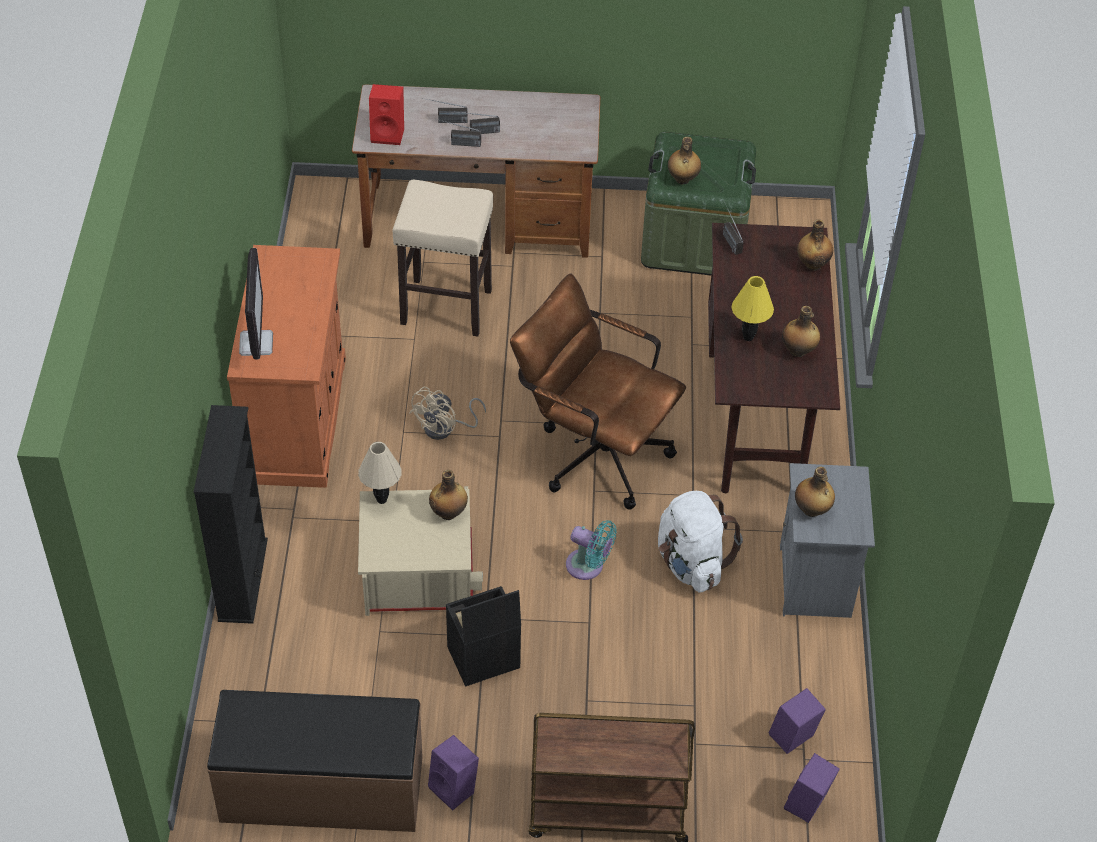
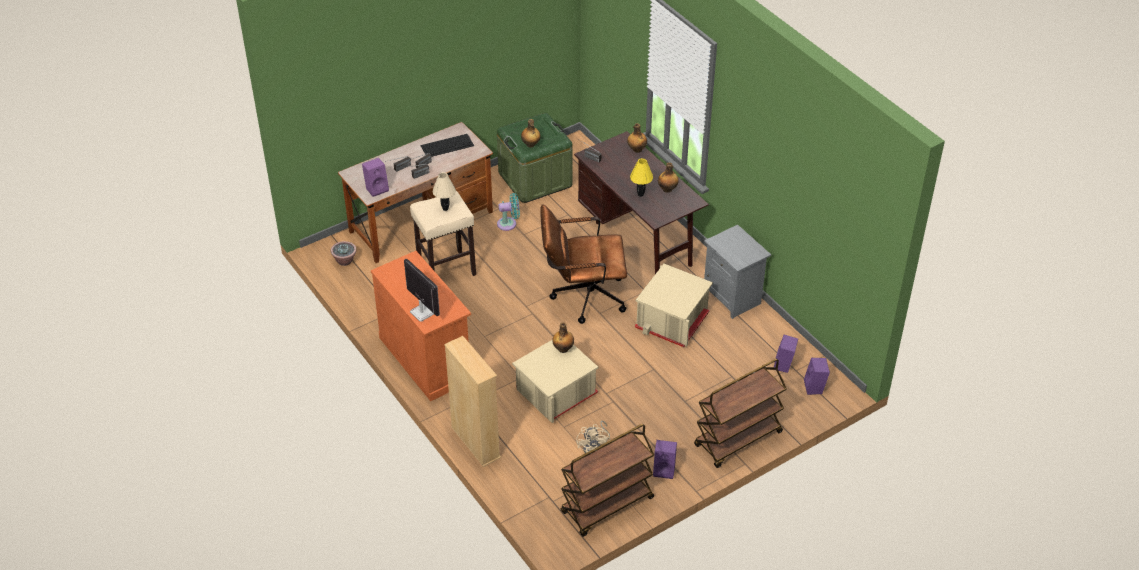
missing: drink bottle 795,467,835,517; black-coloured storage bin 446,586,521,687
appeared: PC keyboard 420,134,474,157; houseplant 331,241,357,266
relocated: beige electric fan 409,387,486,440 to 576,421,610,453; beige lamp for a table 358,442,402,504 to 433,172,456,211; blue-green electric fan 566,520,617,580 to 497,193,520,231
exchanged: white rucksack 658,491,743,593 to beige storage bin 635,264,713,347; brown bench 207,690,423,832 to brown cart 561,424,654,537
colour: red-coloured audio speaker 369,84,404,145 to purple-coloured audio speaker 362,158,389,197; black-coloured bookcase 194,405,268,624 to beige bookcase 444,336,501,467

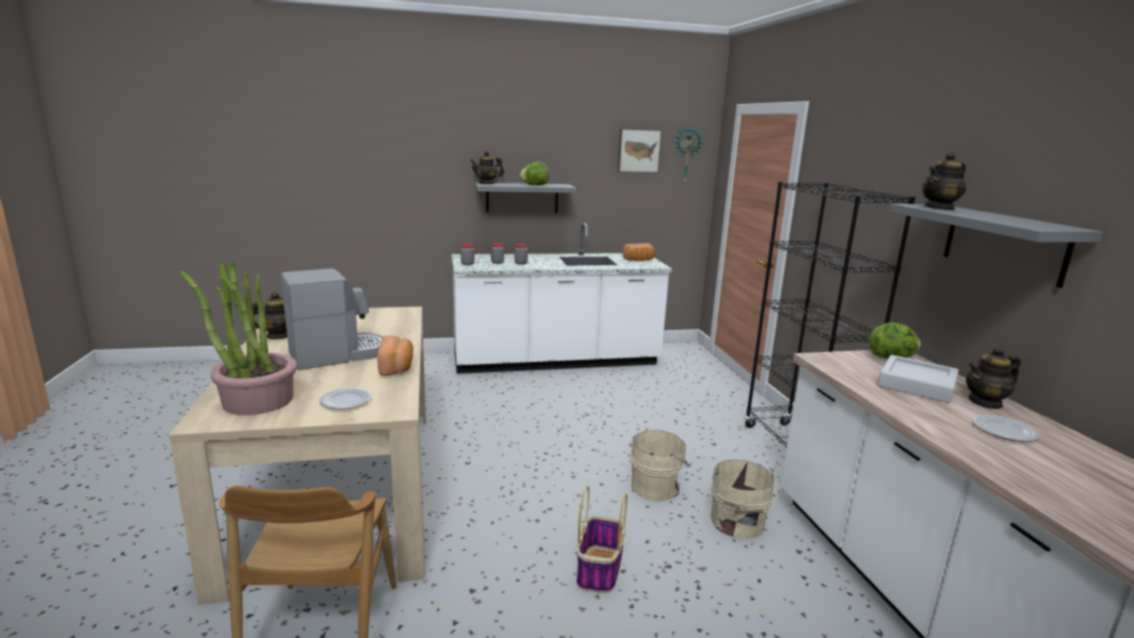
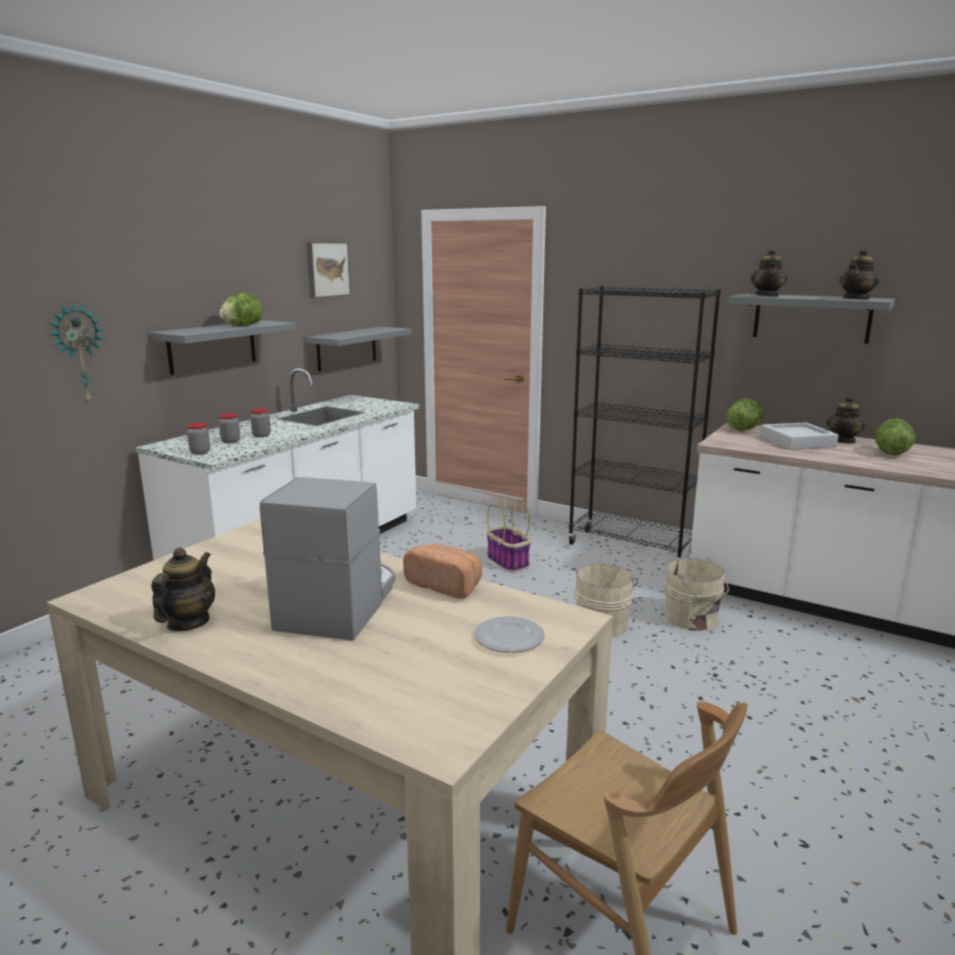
missing: bakery bread 623,243,655,261; houseplant 180,260,297,415
appeared: greyish bracket shelf 306,327,412,371
relocated: hanging clock 674,125,703,185 to 48,303,104,405; pot for tea 470,151,504,184 to 840,248,879,300; storage basket 577,486,627,593 to 486,498,531,572
exchanged: dinner plate 973,415,1039,442 to head of lettuce 875,418,915,455

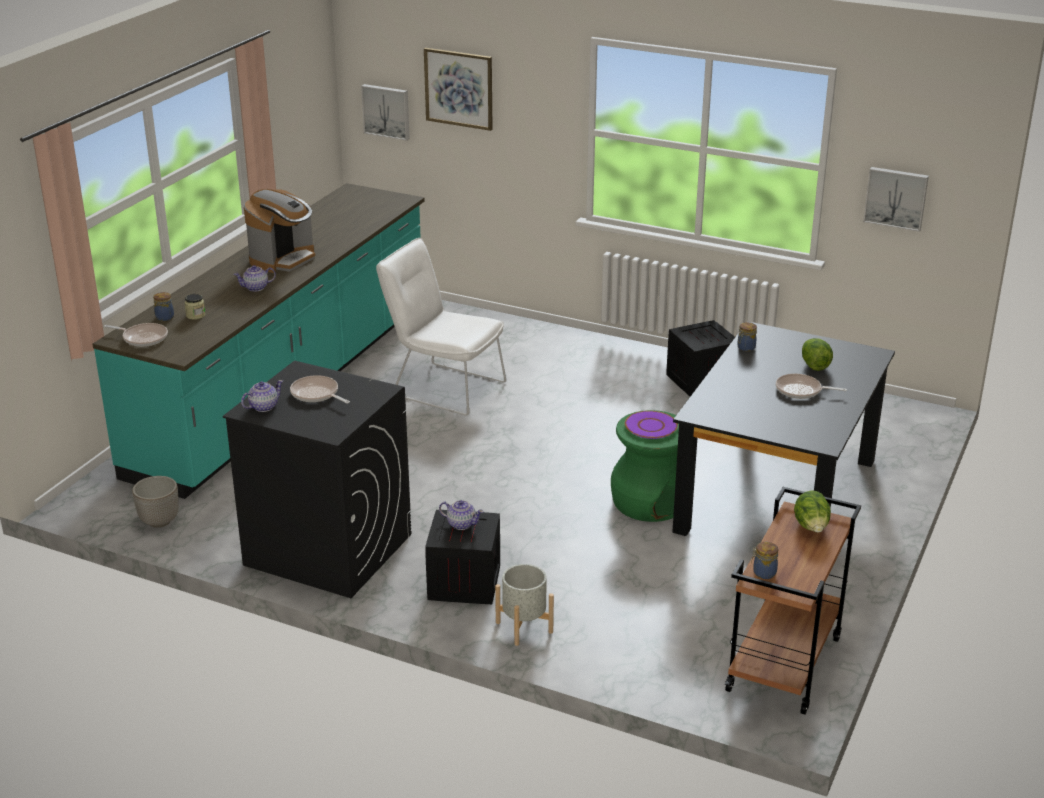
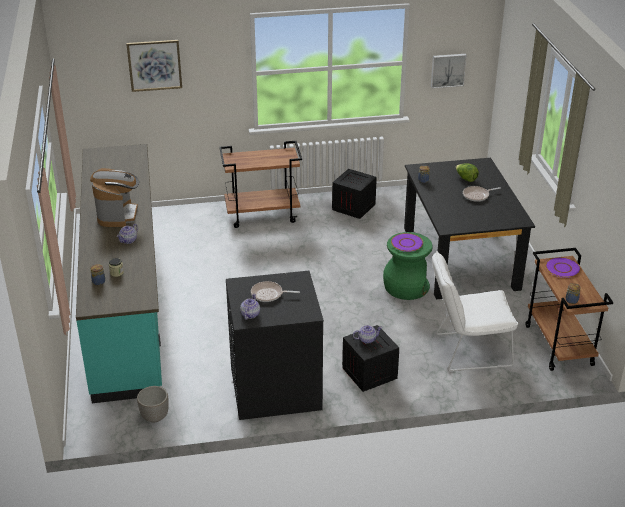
missing: wall art 361,84,410,141; skillet 104,323,168,347; greyish planter 495,564,554,646
appeared: brown cart 219,141,302,228
relocated: white chair 376,238,506,416 to 432,251,518,371
exchanged: head of lettuce 794,490,831,533 to purple-coloured dinner plate 545,257,581,278

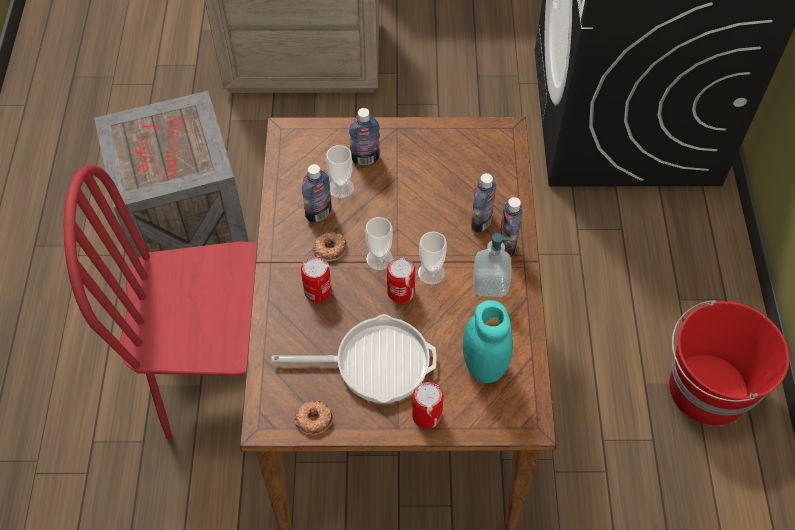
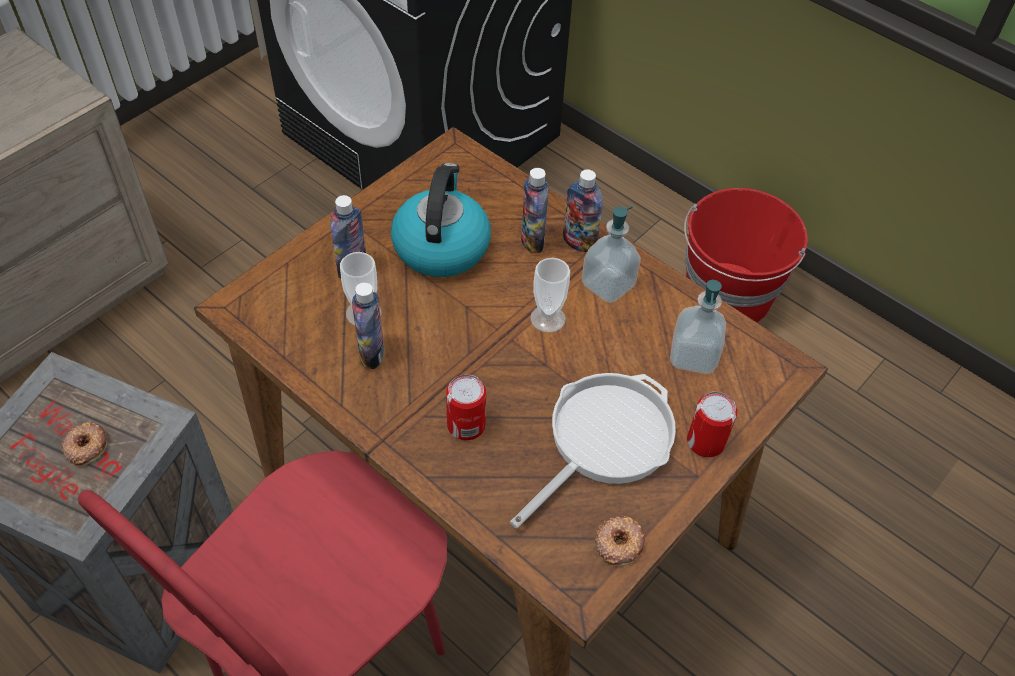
missing: small cup 366,217,393,270; can 387,257,415,303
appeared: kettle 391,163,491,277
relocated: ring doughnut 313,232,347,262 to 62,422,107,466
exchanged: blue-green storage jar 463,300,513,383 to soap bottle 670,280,726,374

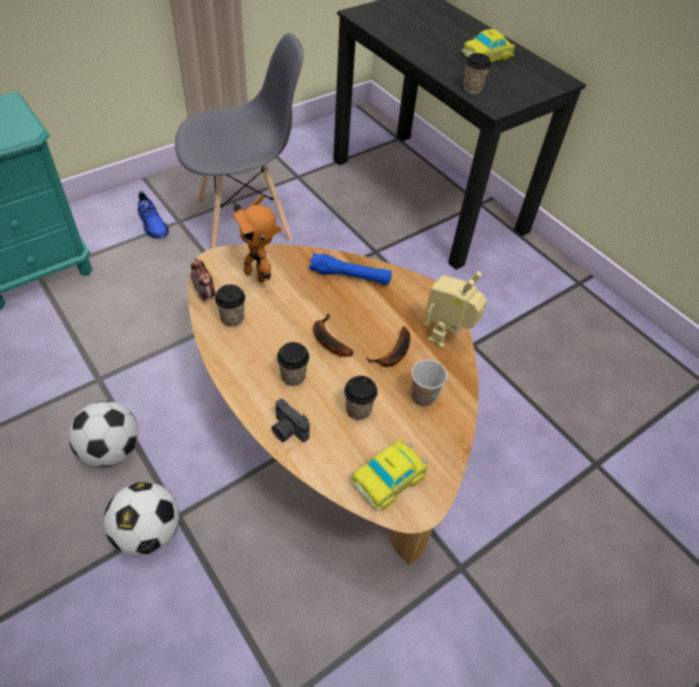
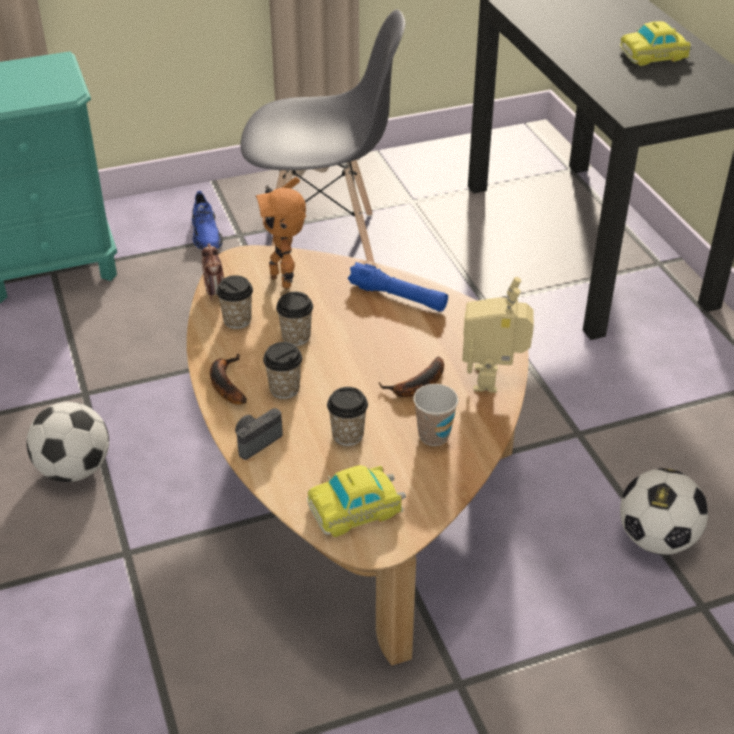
relocated: small cup 464,53,491,94 to 276,292,313,346; whole banana 313,314,354,357 to 210,354,247,405; football ball 104,482,179,556 to 620,468,708,555
spun: toy robot 425,271,487,348 = 462,277,534,393 45 degrees counterclockwise; still camera 272,399,310,442 = 235,408,283,460 75 degrees clockwise

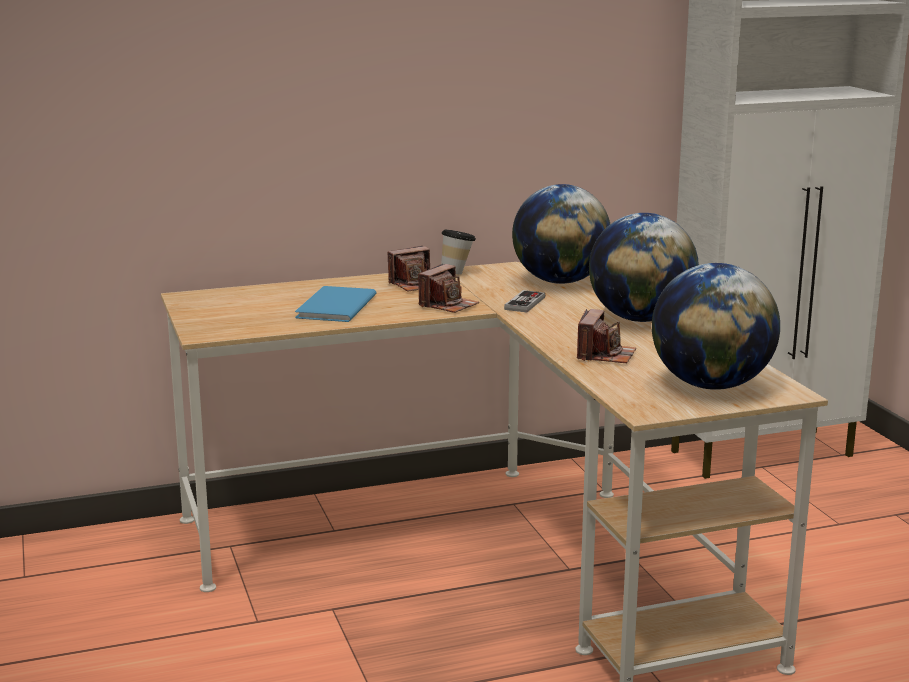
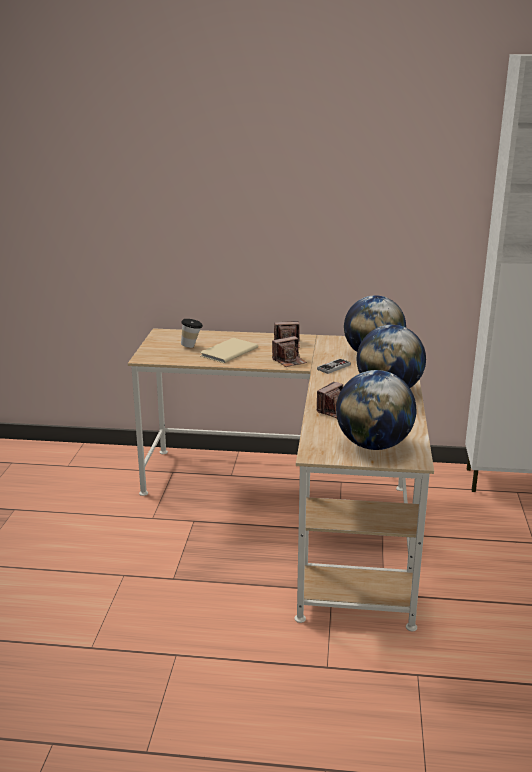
relocated: small cup 441,230,476,275 to 181,319,203,348
colour: blue volume 295,286,377,322 to beige volume 200,338,259,363

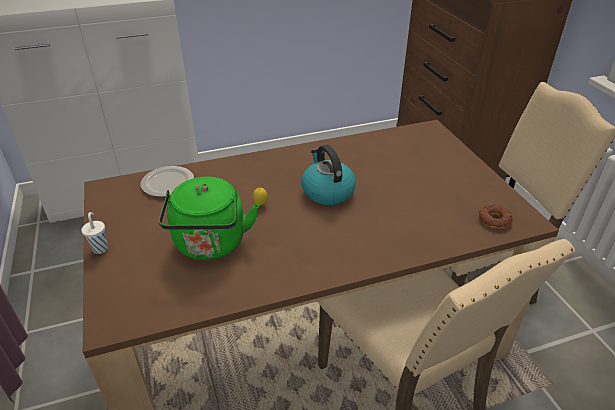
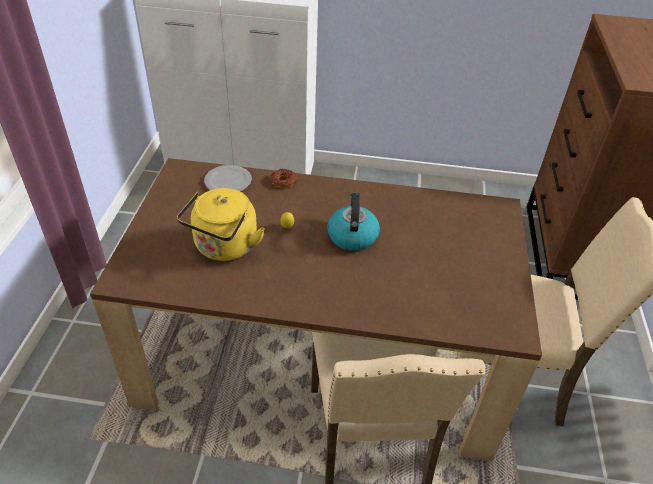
missing: white small cup 81,212,108,254
relocated: ring doughnut 479,205,513,229 to 270,169,297,188
colour: greenish kettle 159,177,259,260 to yellow-coloured kettle 177,188,265,261

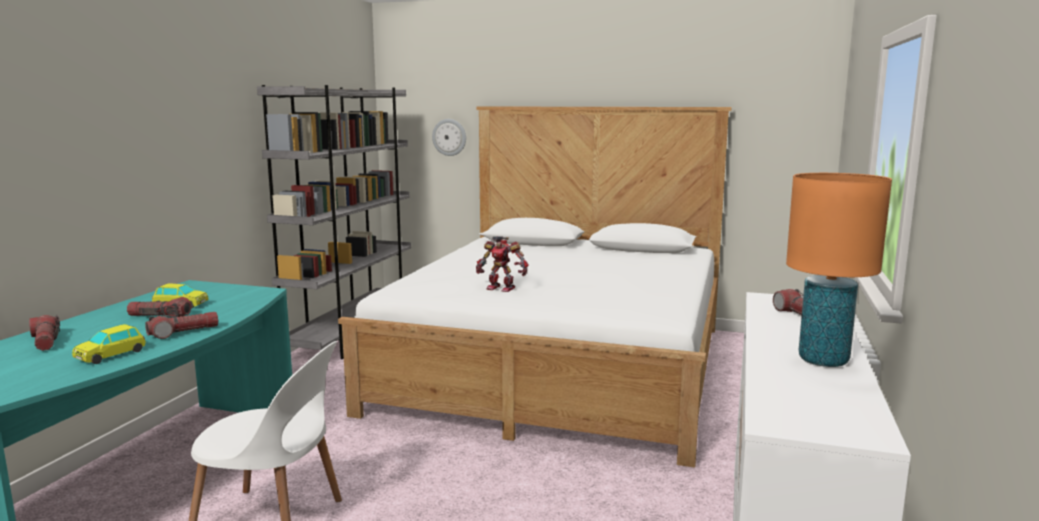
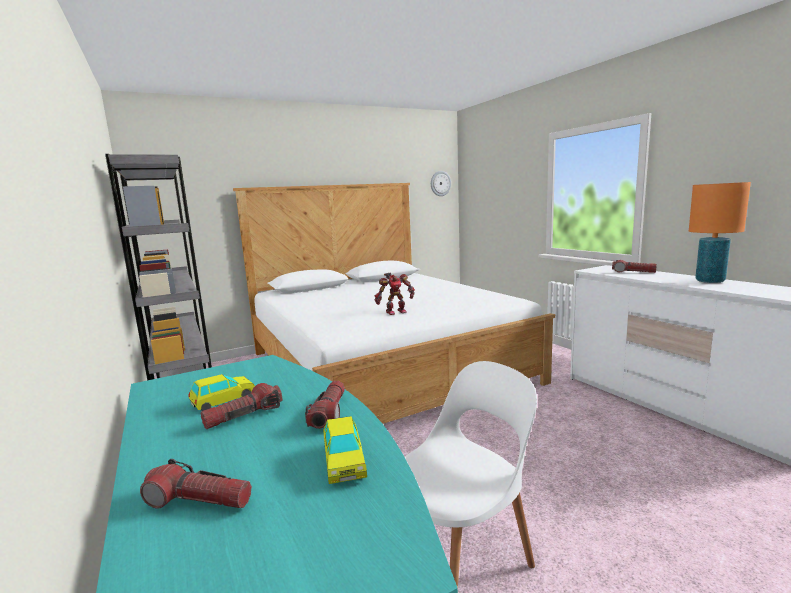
relocated: hanging clock 432,119,466,156 to 431,171,451,196

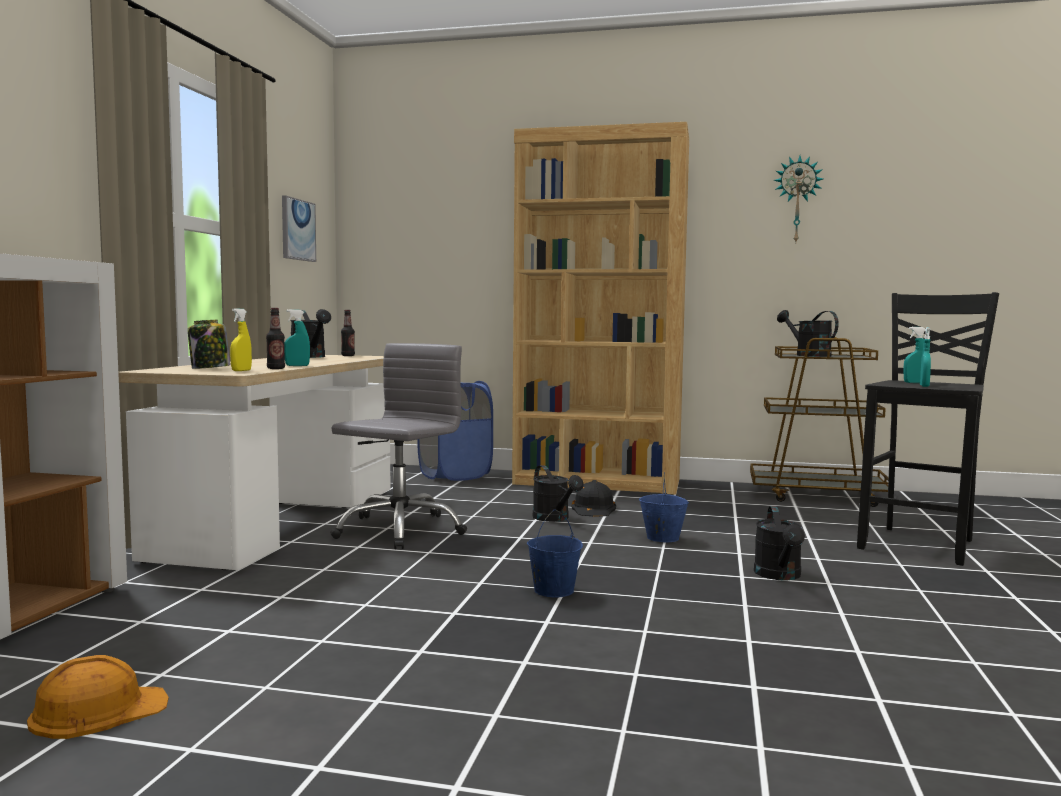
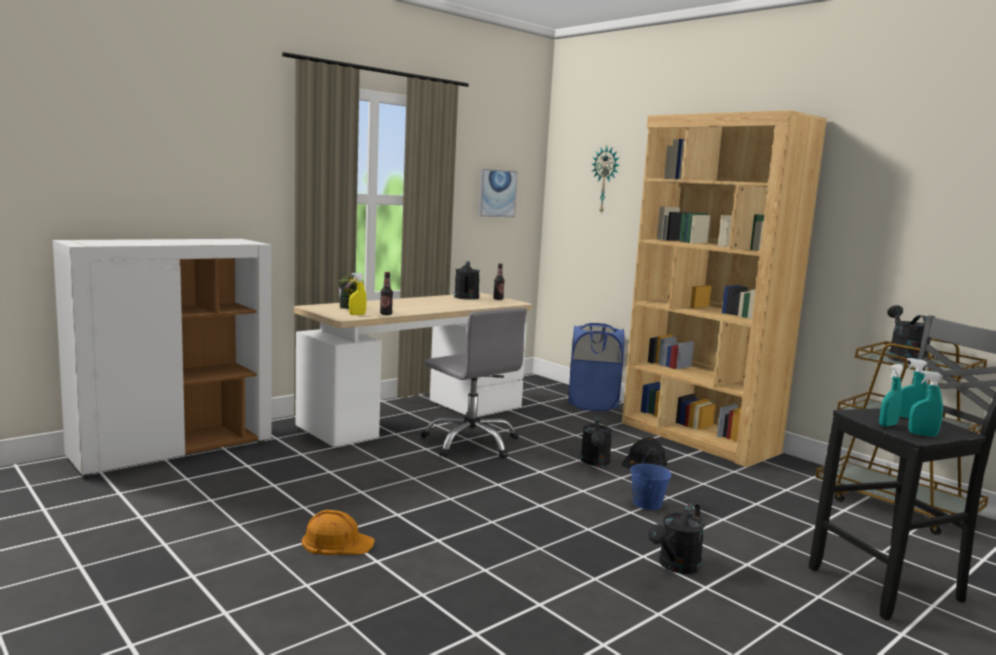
missing: blue bucket 527,509,583,597
relocated: hanging clock 774,156,823,242 to 591,146,620,213; blue-green spray bottle 284,309,310,366 to 908,371,943,437; orange-coloured safety helmet 27,655,169,739 to 302,510,375,555
spun: greyish computer chair 330,343,467,549 = 421,308,527,458 75 degrees clockwise

